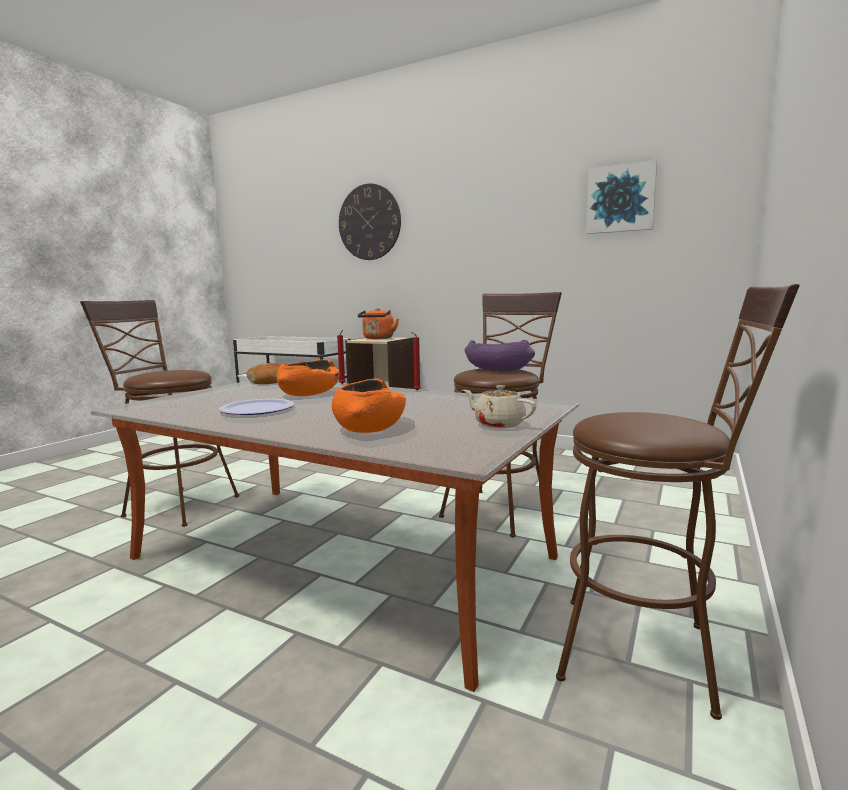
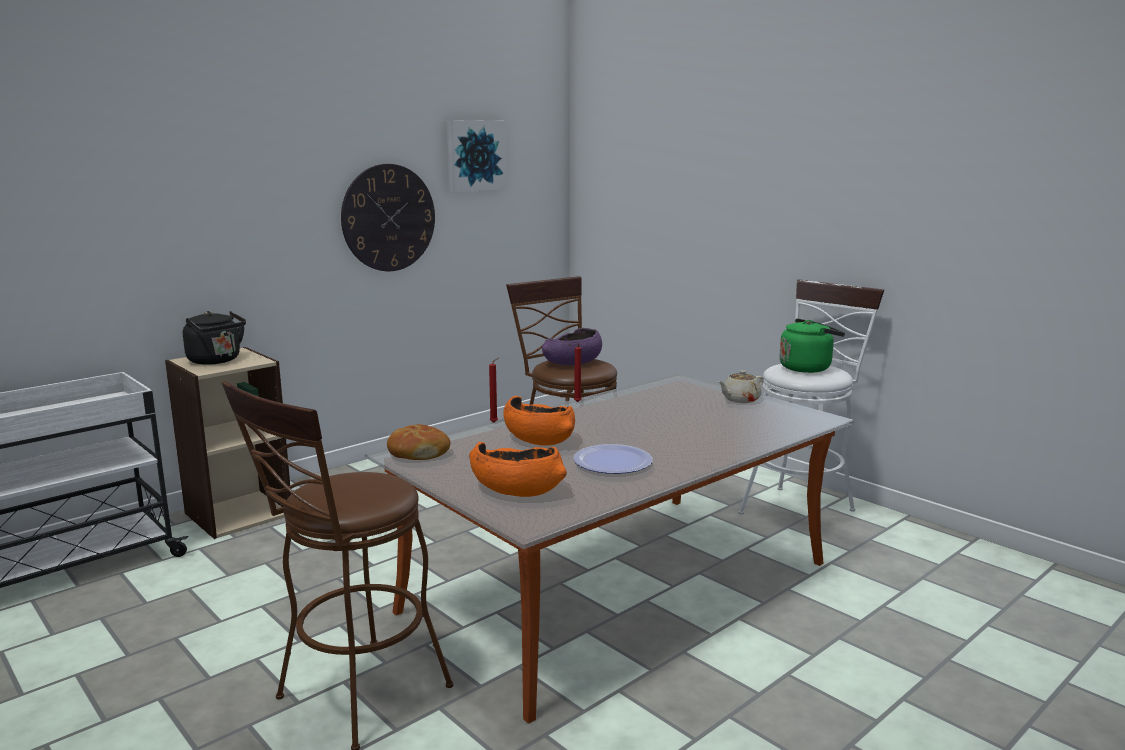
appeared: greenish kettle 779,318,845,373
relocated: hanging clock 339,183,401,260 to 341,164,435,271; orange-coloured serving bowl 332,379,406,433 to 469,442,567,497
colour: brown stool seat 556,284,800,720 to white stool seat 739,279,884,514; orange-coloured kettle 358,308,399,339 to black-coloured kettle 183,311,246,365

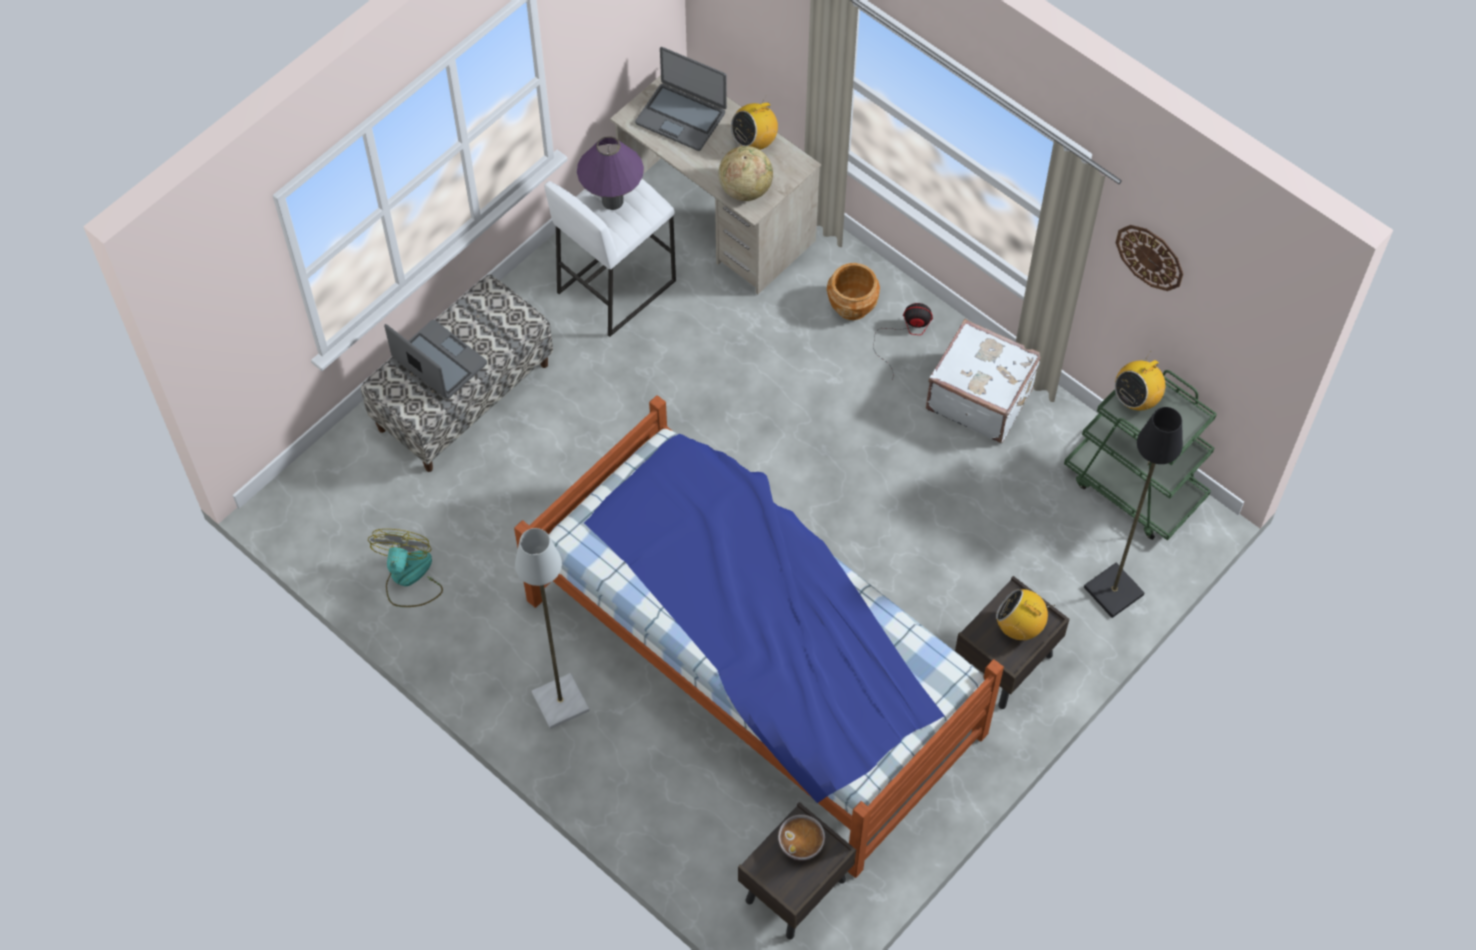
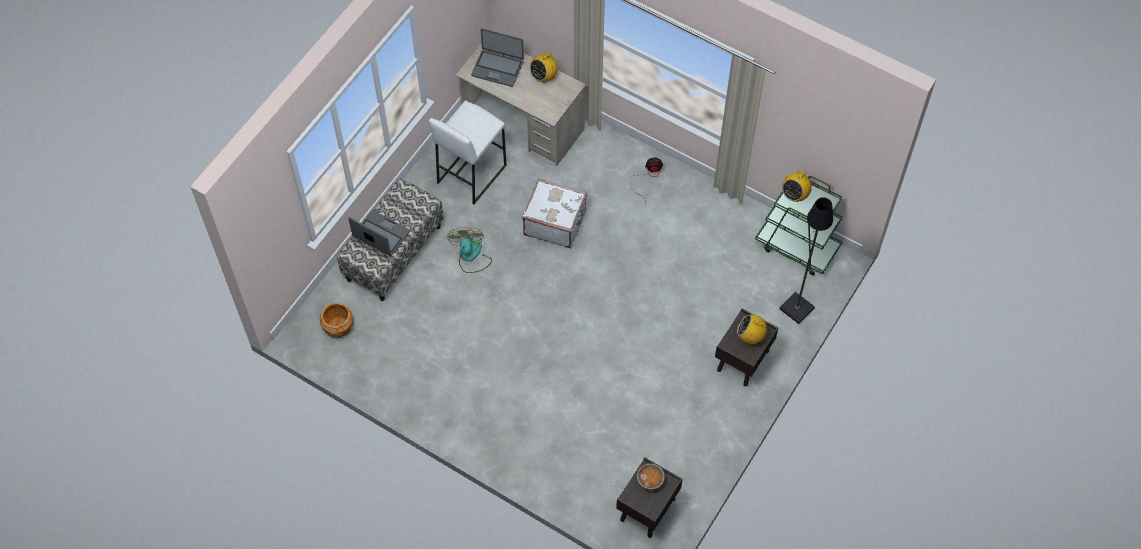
missing: purple-coloured lamp for a table 577,136,644,210; world globe 718,146,773,201; hanging clock 1116,225,1183,291; bed 514,395,1004,878; greyish floor lamp 515,528,590,729
relocated: brown planter 827,263,880,320 to 320,303,353,338; white travel case 926,319,1040,443 to 522,179,587,248; electric fan 368,529,443,607 to 447,227,492,273

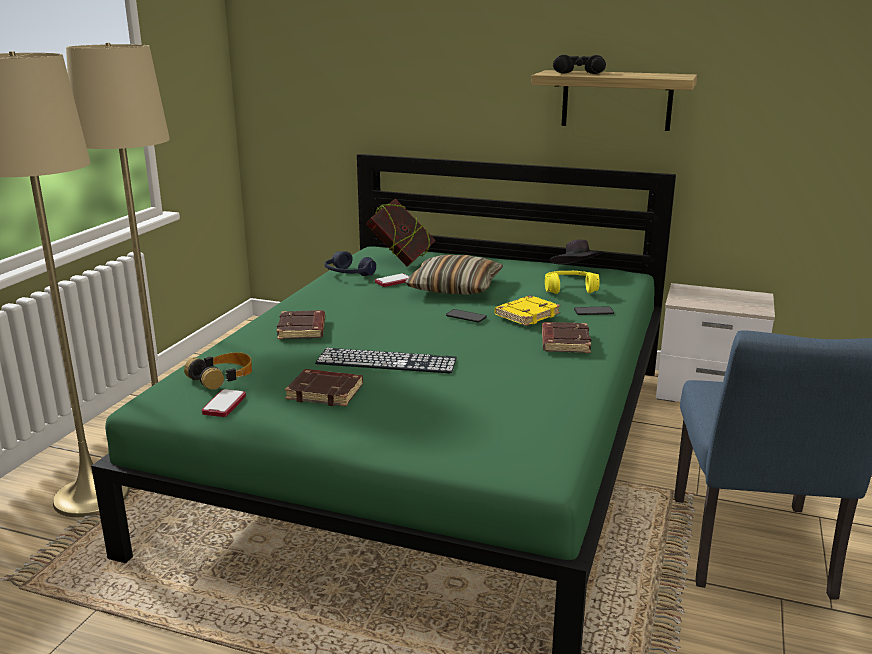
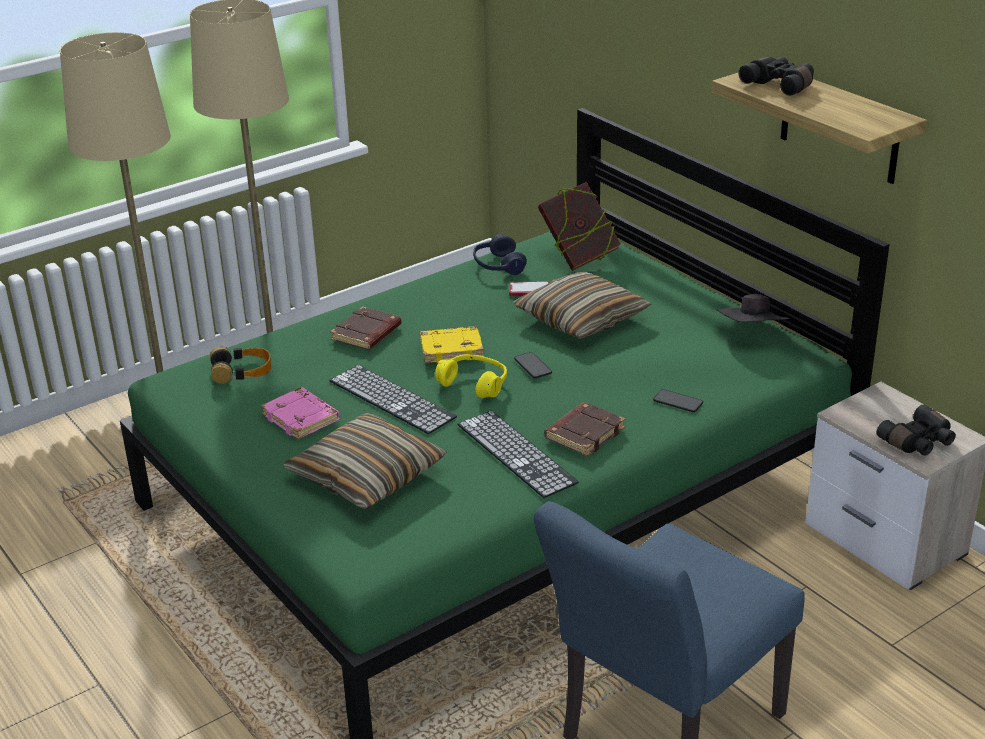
missing: handset 202,389,246,417
appeared: black-coloured pair of binoculars 876,404,956,455; PC keyboard 457,411,579,498; cushion 284,413,446,510
relocated: yellow-coloured headphones 545,271,600,294 to 435,354,507,398; yellow-coloured volume 494,296,561,326 to 420,326,484,363
colour: brown volume 285,369,363,406 to pink volume 261,388,340,440

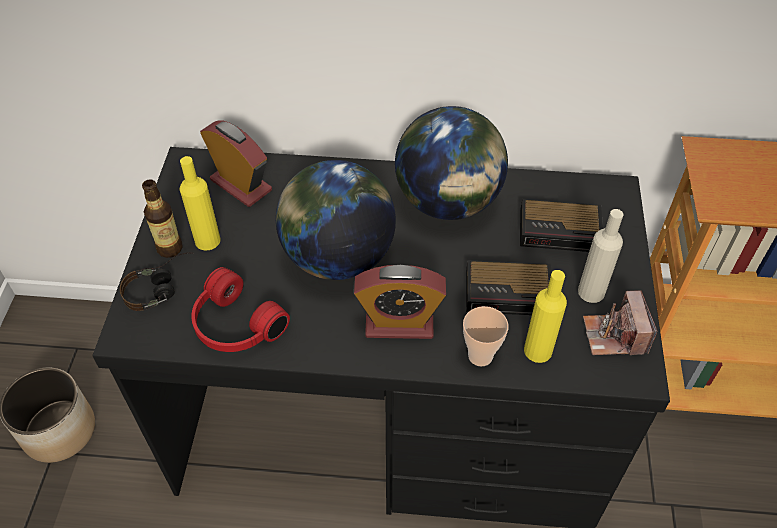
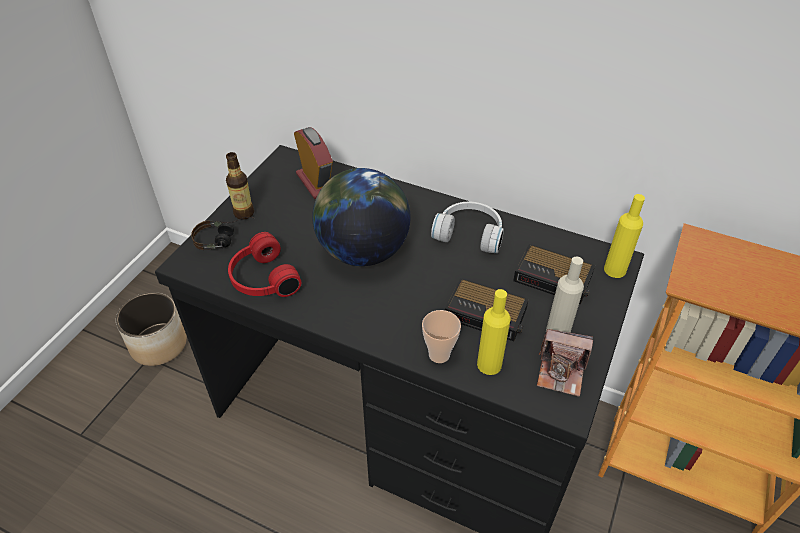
missing: alarm clock 353,265,447,339
relocated: yellow-coloured drink bottle 180,156,221,250 to 604,194,645,278
exchanged: world globe 395,106,508,220 to white headphones 431,202,504,253
spun: still camera 583,290,657,355 = 537,329,593,397 90 degrees counterclockwise

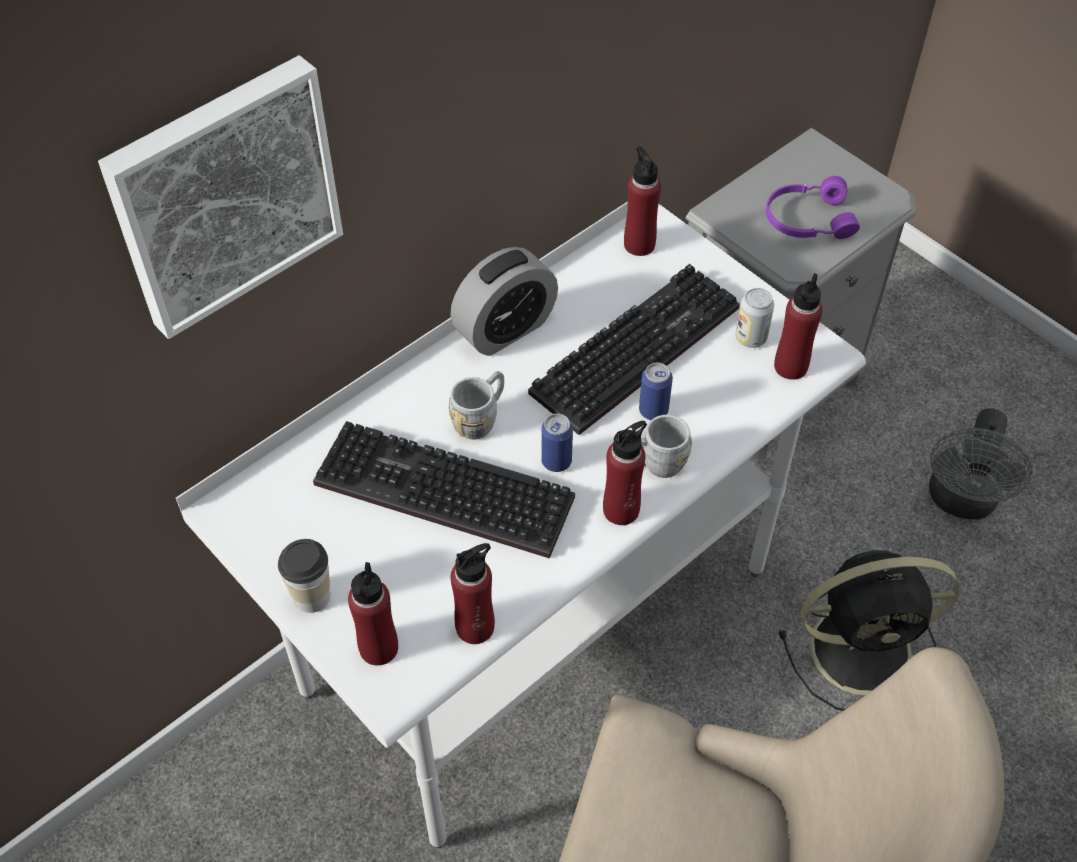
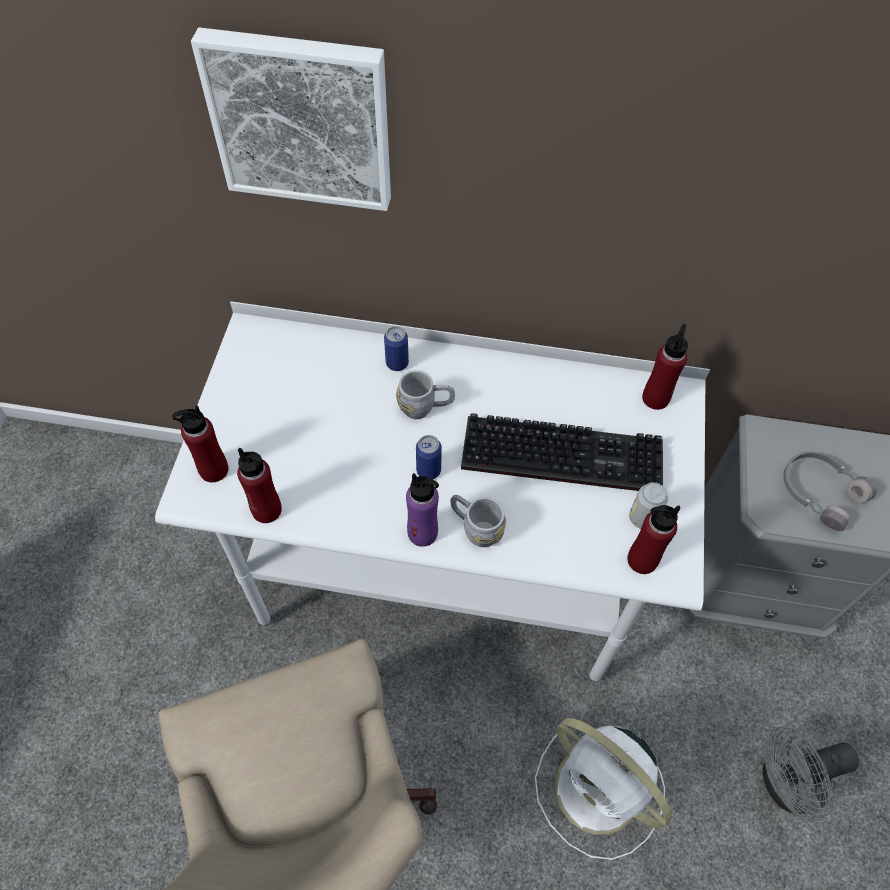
missing: alarm clock 450,247,558,356; PC keyboard 313,421,575,559; small cup 278,539,330,613
relocated: can 639,363,673,420 to 384,326,409,371
colour: purple-coloured headphones 766,176,860,239 to greyish headphones 783,452,877,531; red-coloured drink bottle 603,421,647,525 to purple-coloured drink bottle 406,473,439,547; black-coloured electric fan 779,550,959,711 to white electric fan 535,718,672,860

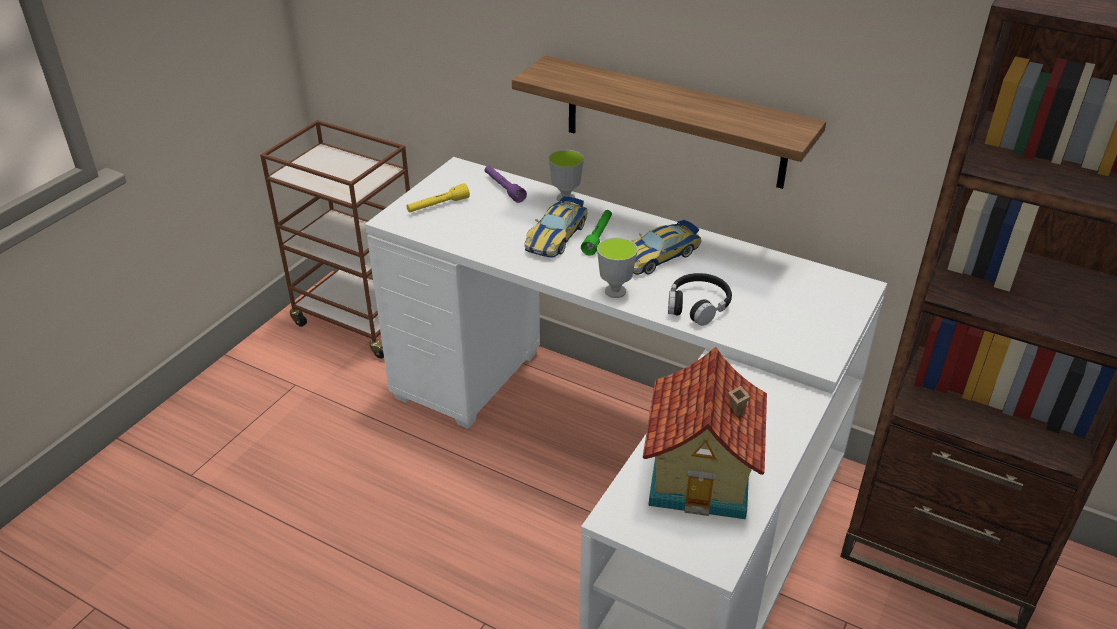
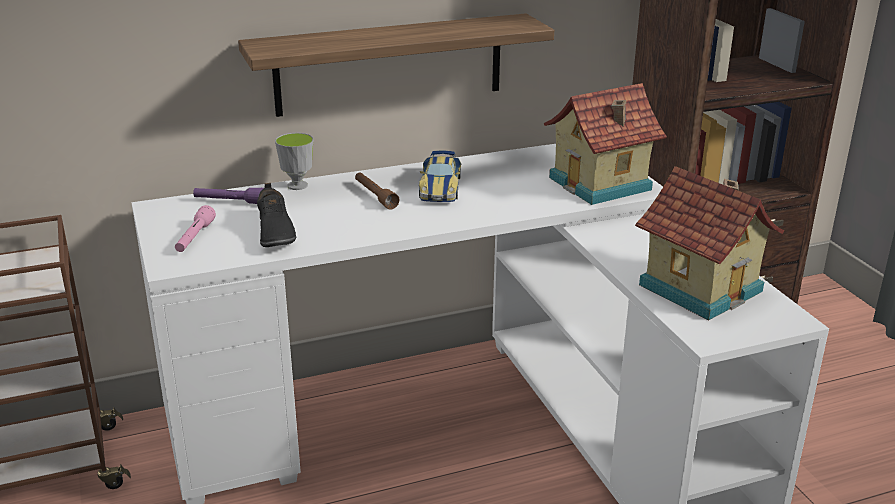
missing: toy car 524,196,588,257; small cup 597,237,638,298; black-coloured headphones 668,273,732,326
appeared: miniature house 544,83,667,205; black-coloured shoe 257,183,296,247
colour: yellow-coloured torch 406,183,470,213 to pink torch 175,205,216,252; greenish torch 581,210,612,256 to brown torch 355,172,400,210

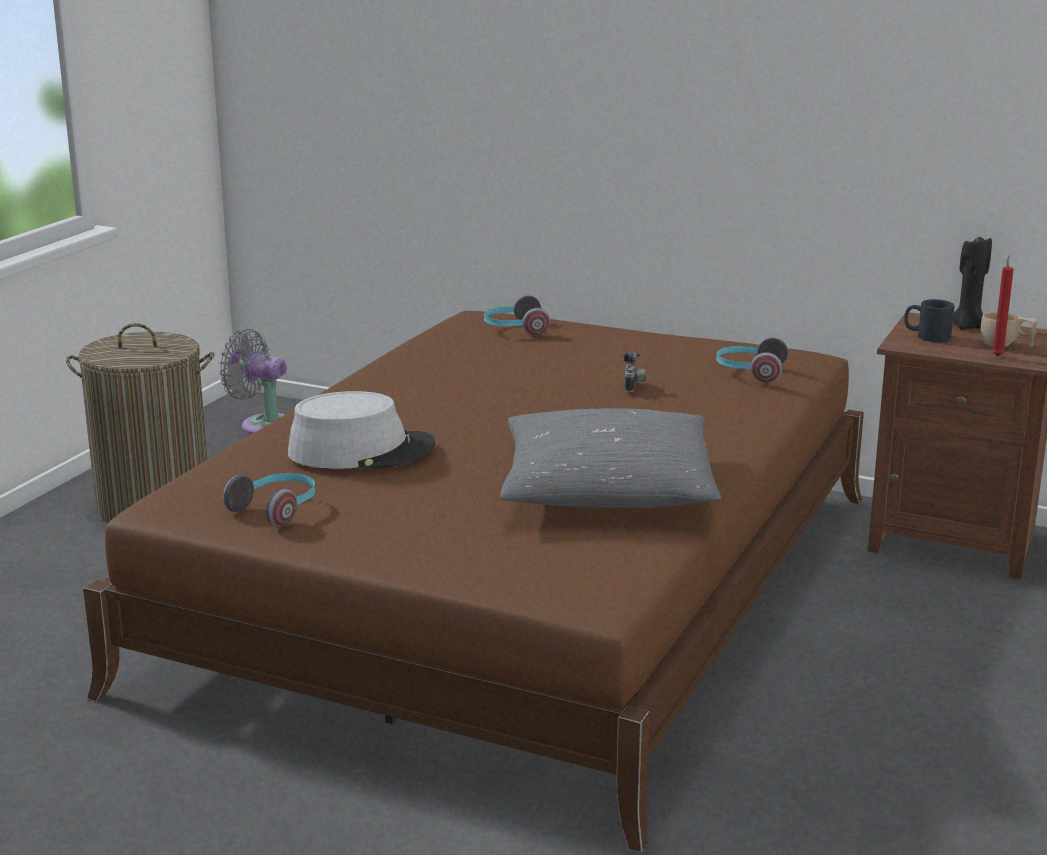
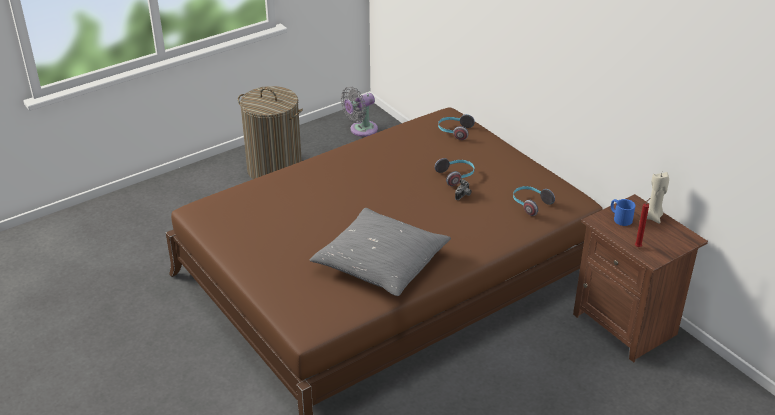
missing: beige small cup 981,312,1037,347; greyish clothing hat 288,391,435,469
relocated: headphones 223,473,315,527 to 435,158,474,186
colour: black-coloured candle 953,236,992,330 to beige candle 647,172,669,224; black-coloured tea mug 904,299,955,342 to blue tea mug 611,199,636,226
spun: greyish electric fan 219,329,287,435 = 341,87,378,137 90 degrees counterclockwise

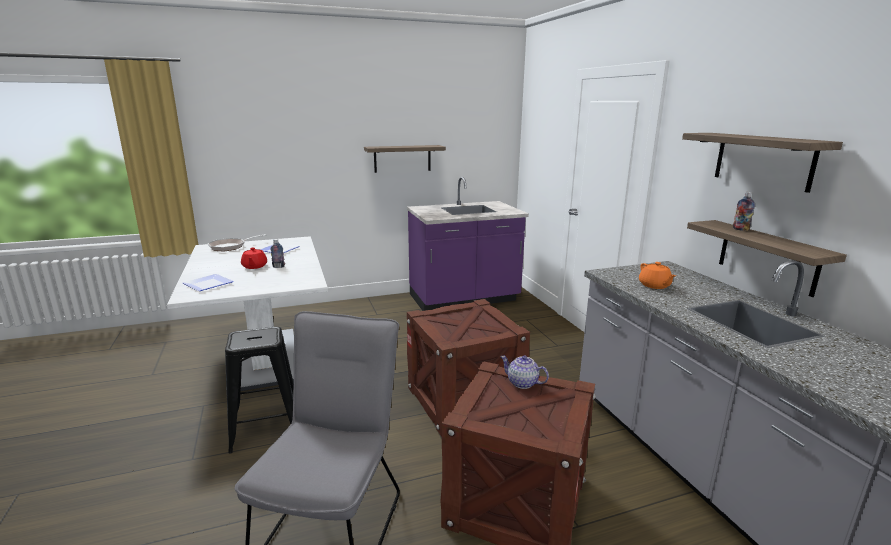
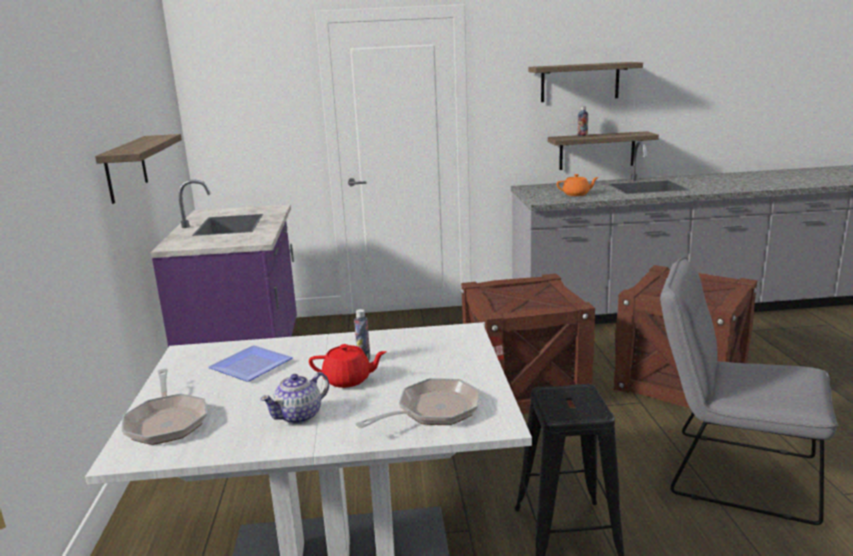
relocated: pot for tea 500,355,549,389 to 260,372,329,424
exchanged: dinner plate 183,274,234,291 to skillet 355,378,480,428

